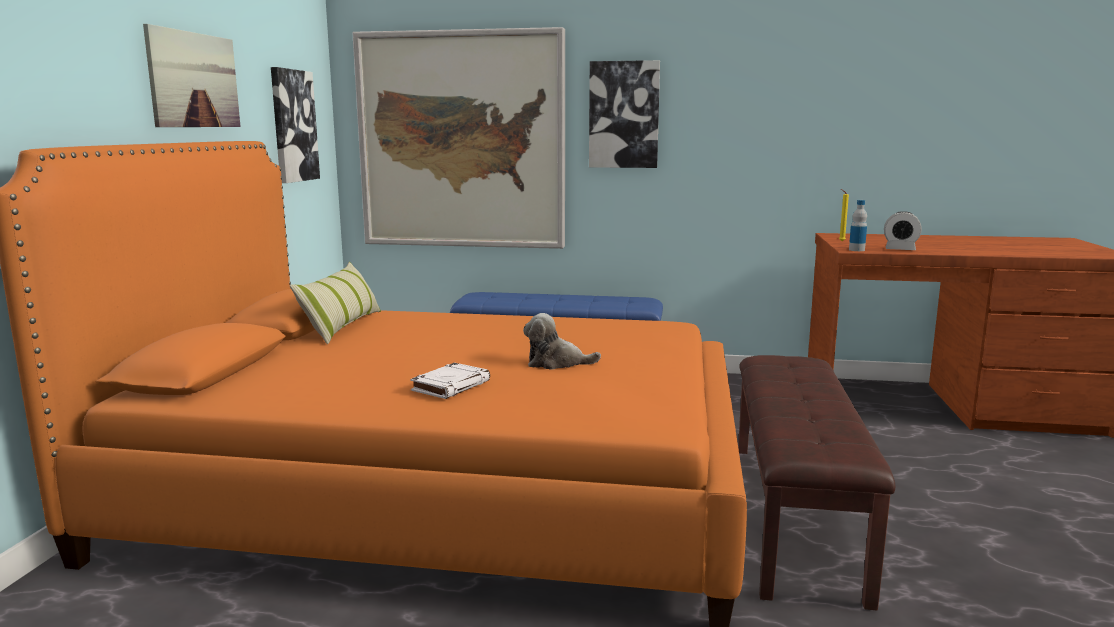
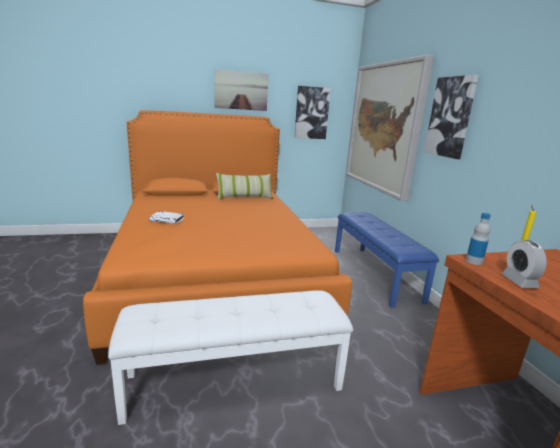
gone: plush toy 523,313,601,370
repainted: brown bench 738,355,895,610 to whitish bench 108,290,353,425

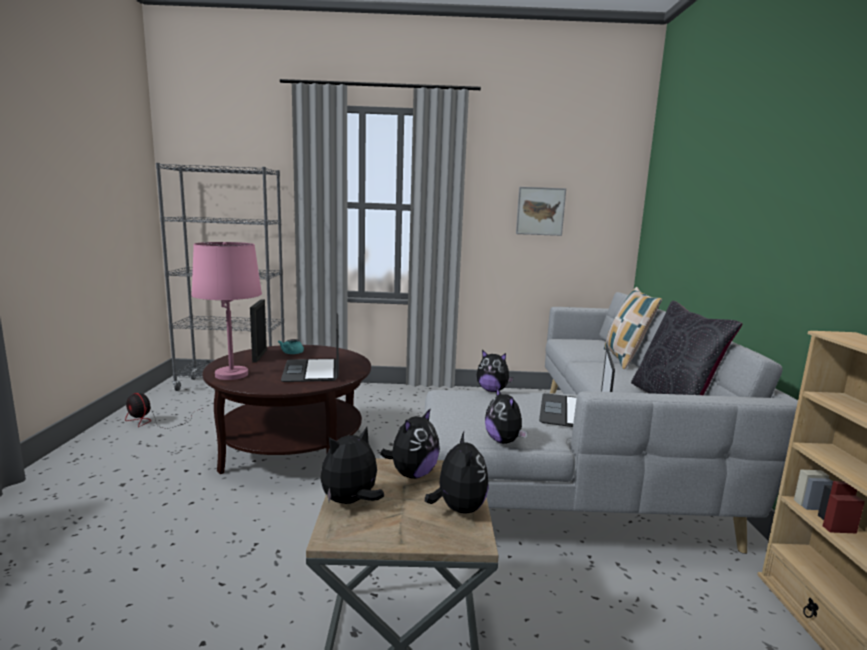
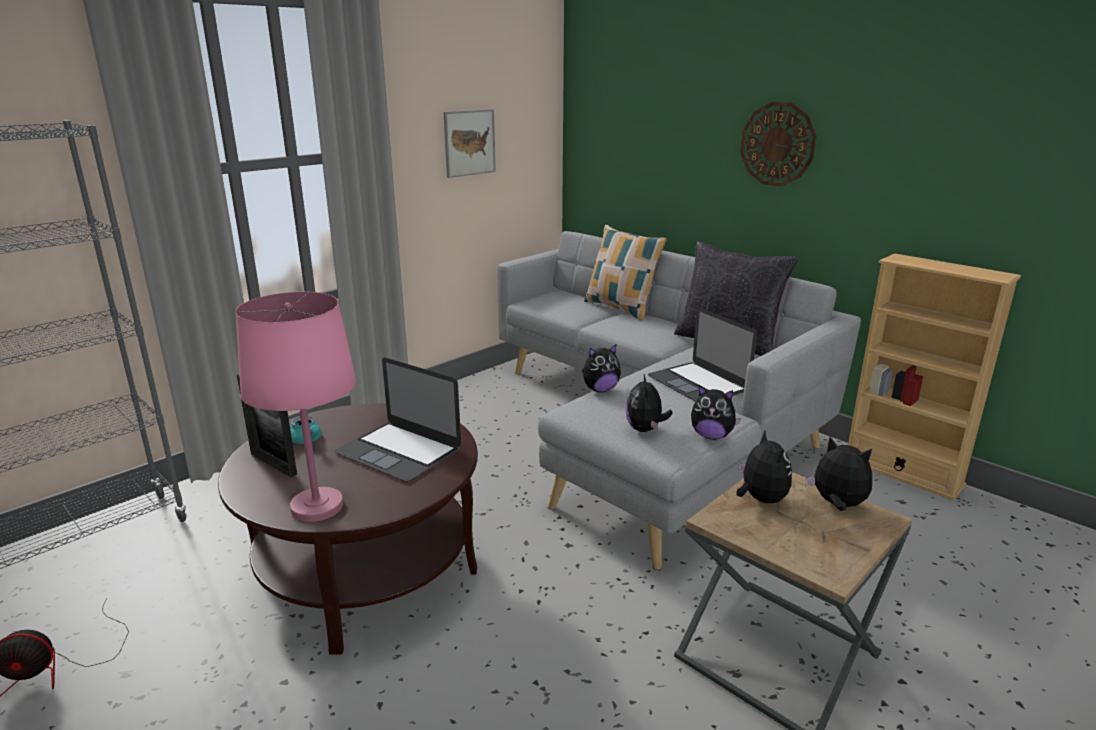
new: wall clock 740,102,817,187
shifted: plush toy 320,427,384,504 to 625,373,673,432

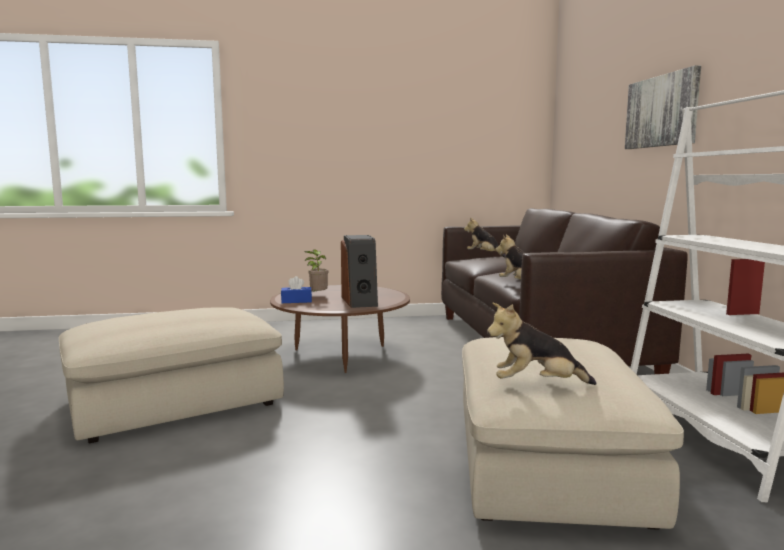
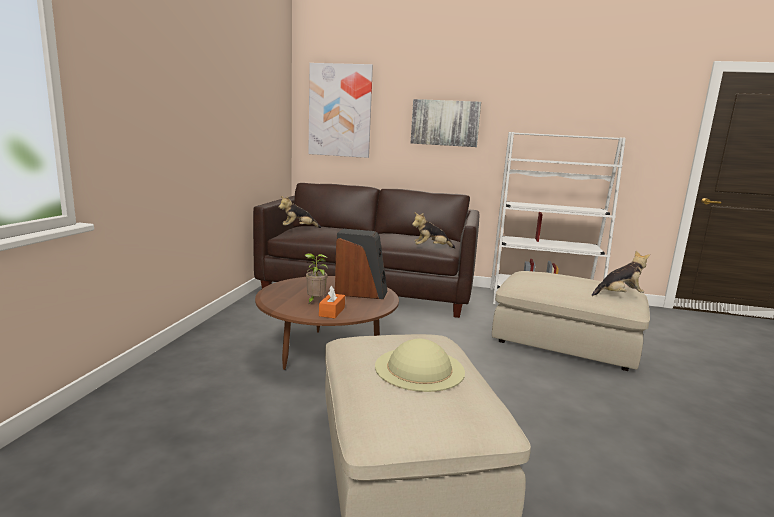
new: wall art 308,63,373,158; sand-coloured hat 375,339,465,392
repainted: blue-coloured tissue holder 281,276,312,303 to orangey tissue holder 319,286,345,318
rotated: plush toy 487,302,597,385 = 592,251,650,296 120 degrees counterclockwise

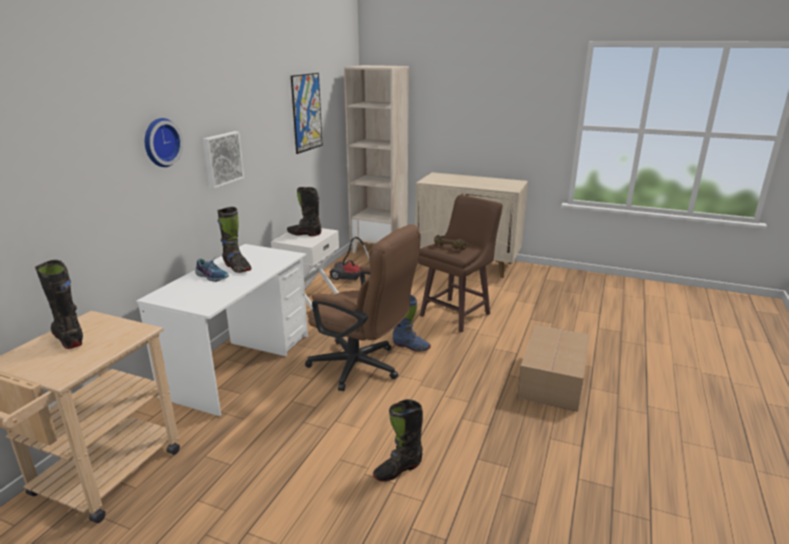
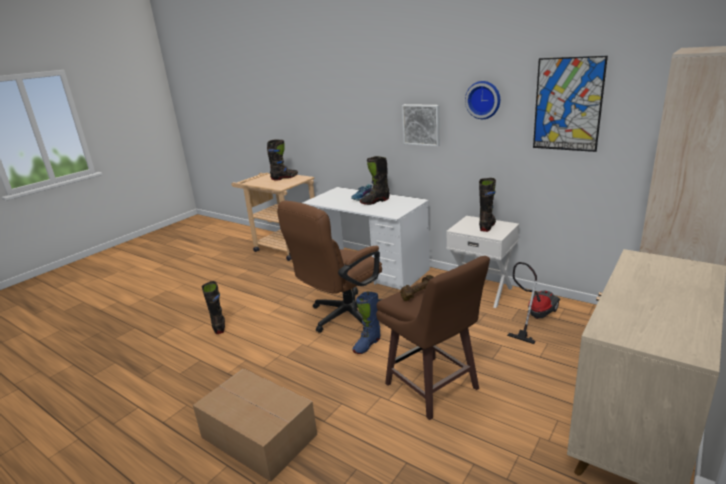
shifted: wall clock 145,118,183,167 to 465,81,500,119

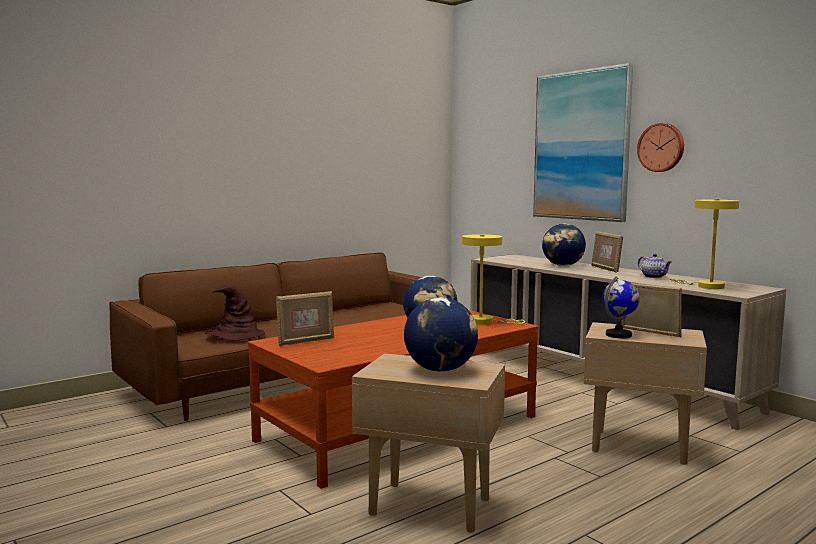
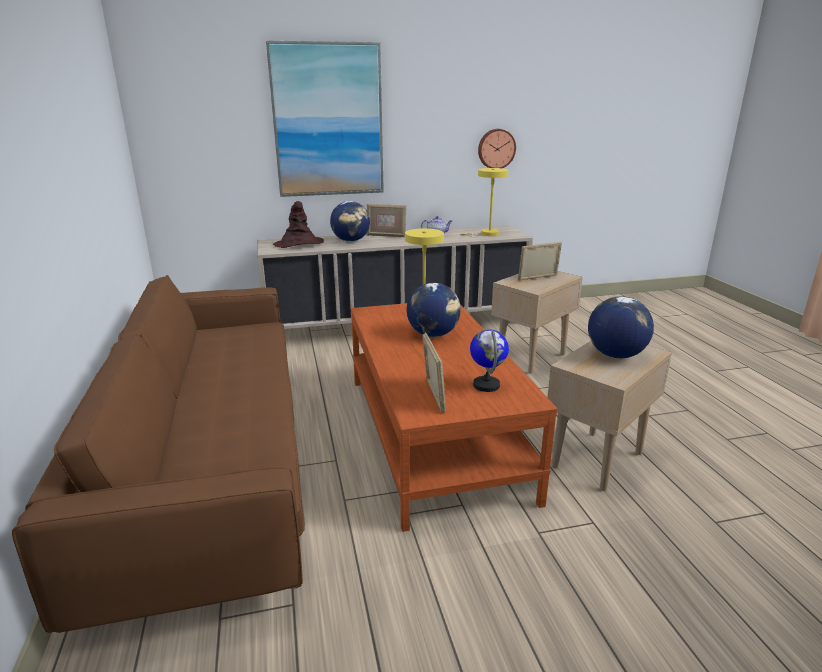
shifted: wall clock 637,123,684,172 to 478,129,516,168; desk globe 603,277,640,338 to 470,329,509,392; brown hat 205,285,265,341 to 273,201,324,248

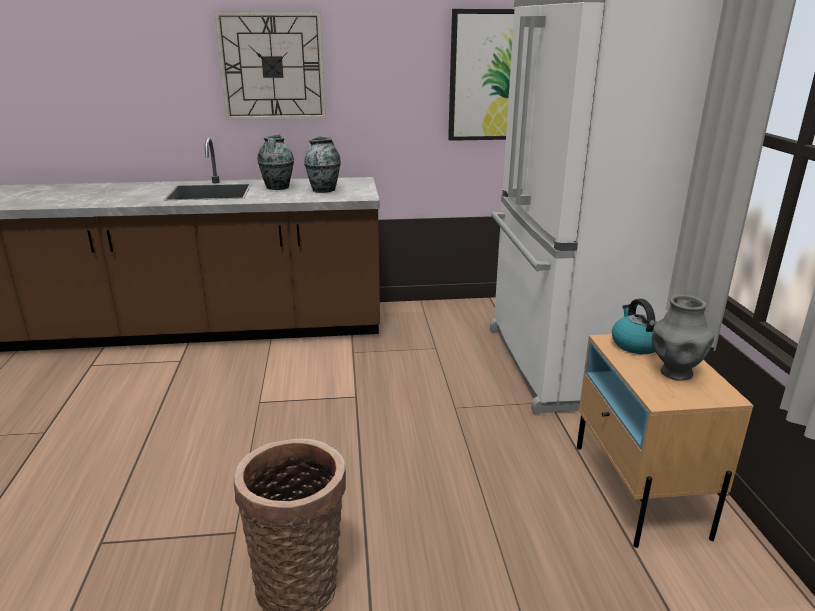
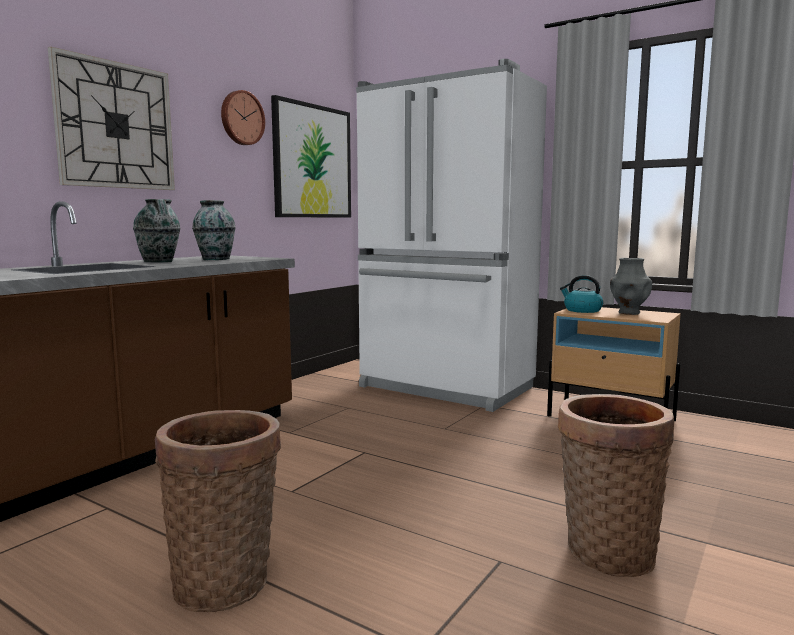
new: wall clock 221,90,265,145; basket 155,410,281,612

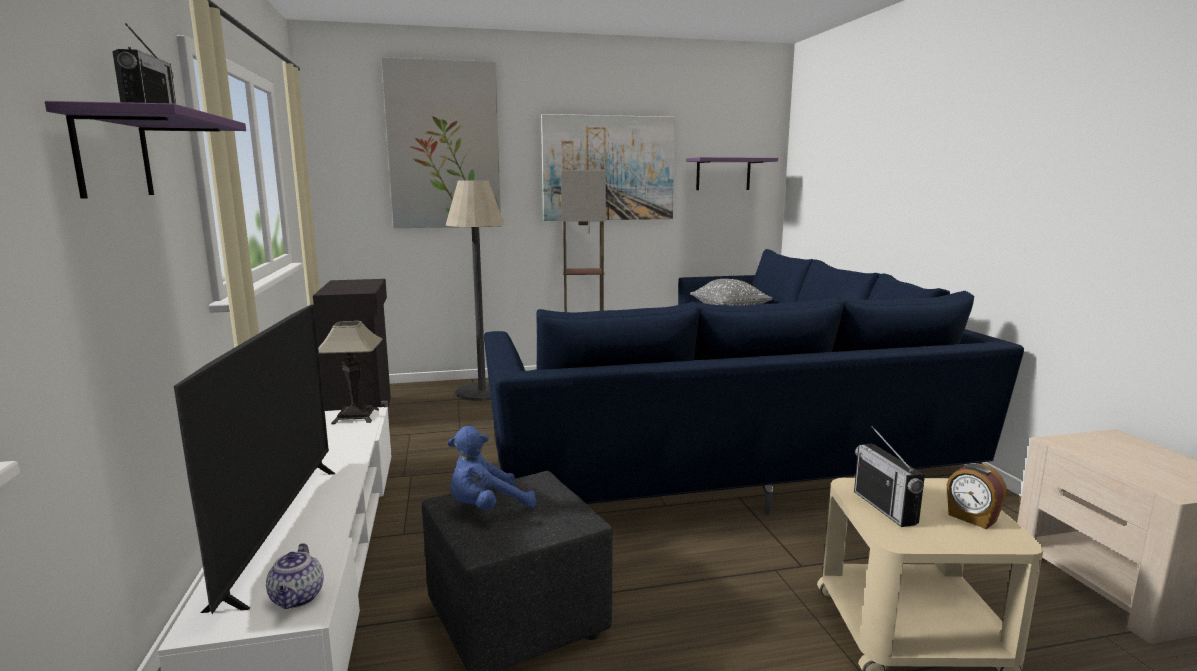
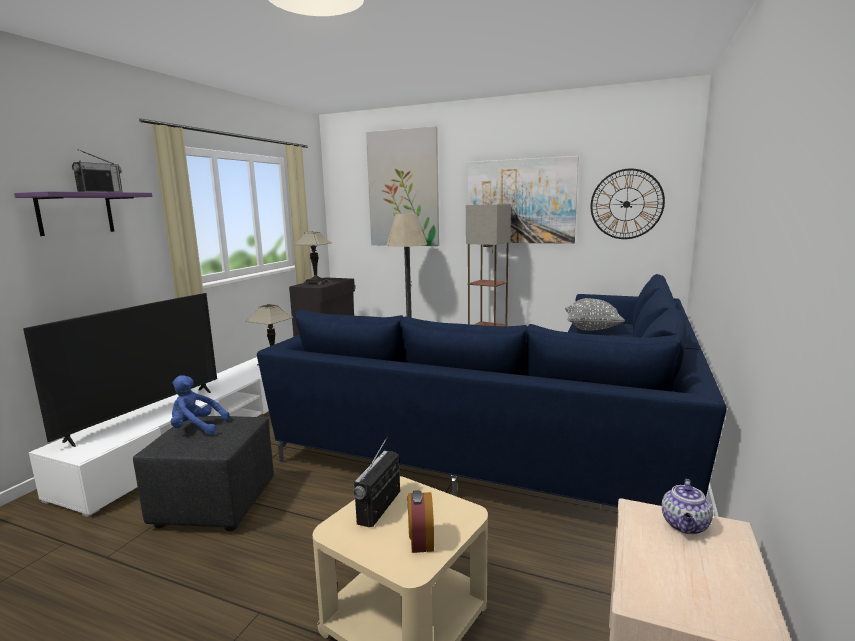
new: lamp for a table 294,231,332,285
shifted: teapot 266,543,324,609 to 662,479,713,534
swapped: purple shelf 686,157,778,190 to wall clock 591,168,665,239

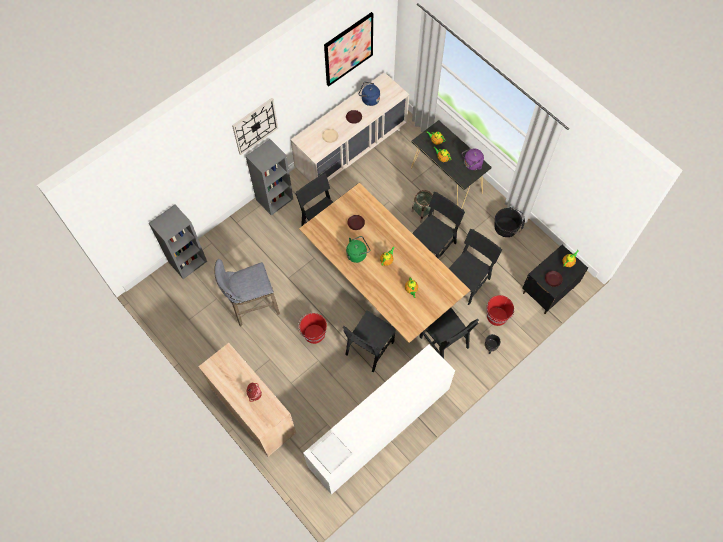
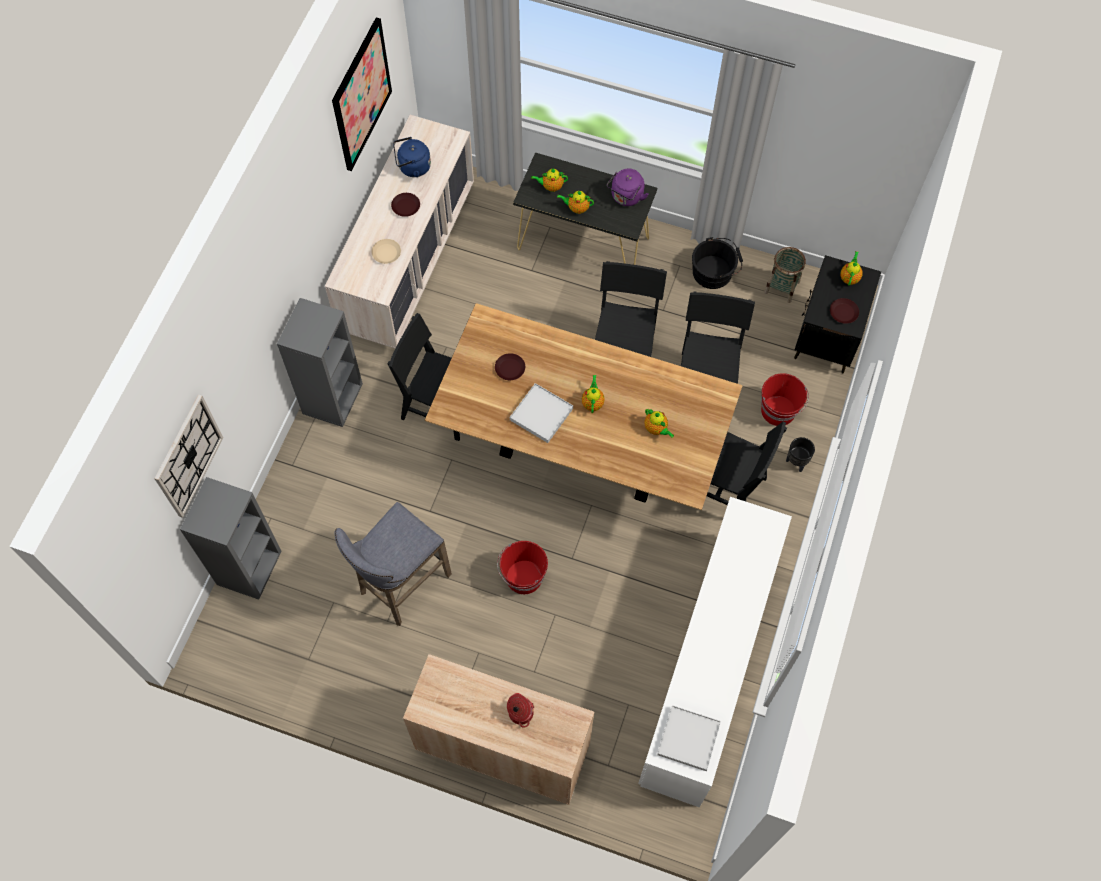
gone: black upright chair 342,310,396,373
shifted: wall clock 232,98,278,155 to 154,394,223,518; basket 411,190,434,223 to 764,247,806,303
swapped: green kettle 346,236,370,263 to whitish tray 510,383,573,443

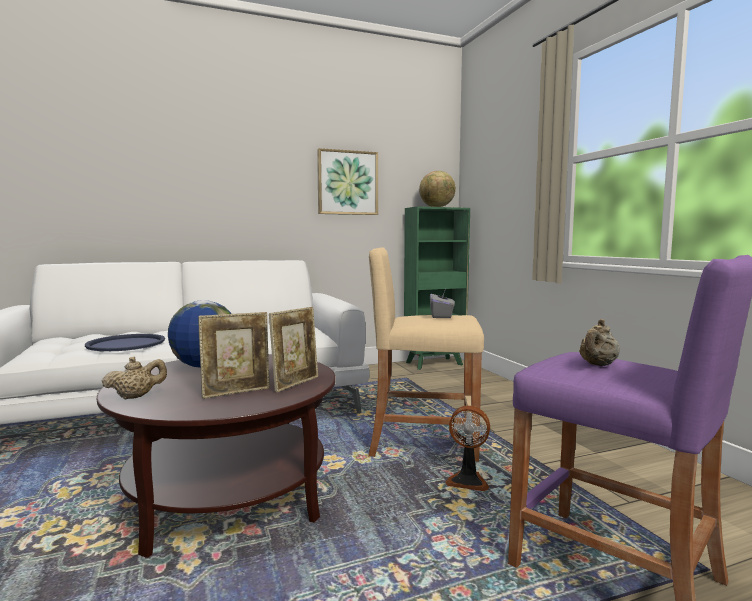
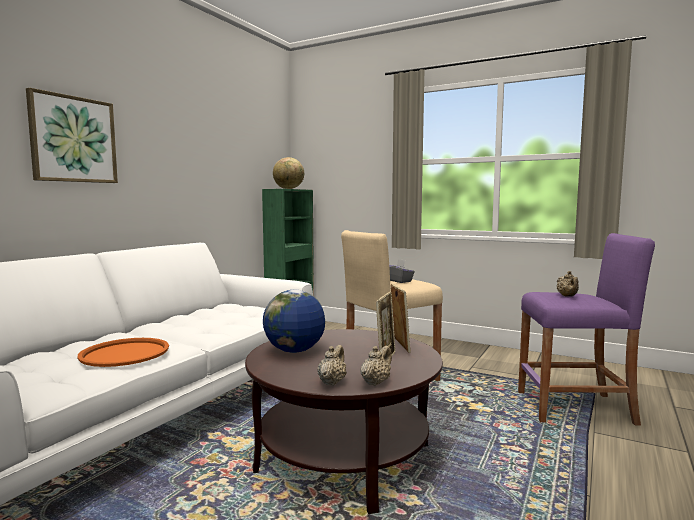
gone: fan 445,405,490,491
new: sand-coloured teapot 360,346,392,386
shifted: wall art 317,148,378,215 to 26,88,118,183
repainted: blue-coloured tray 85,334,165,351 to orangey tray 77,338,169,367

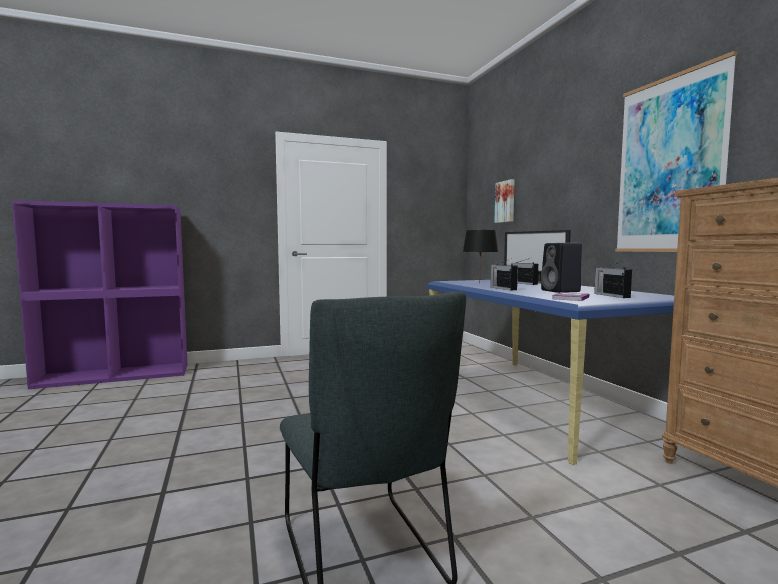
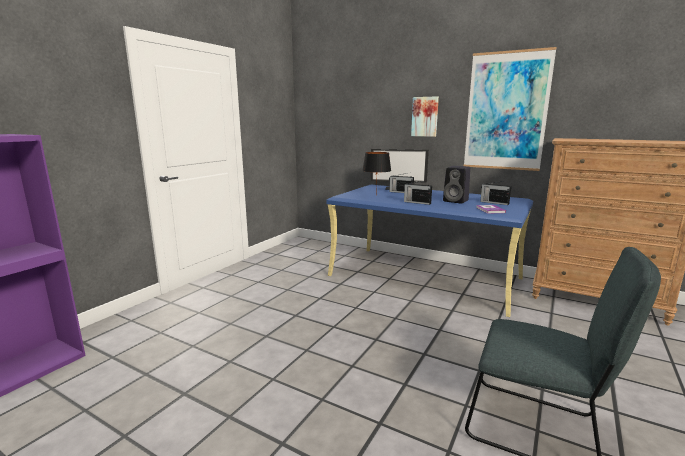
shifted: wall art 494,179,515,223 to 411,96,439,137

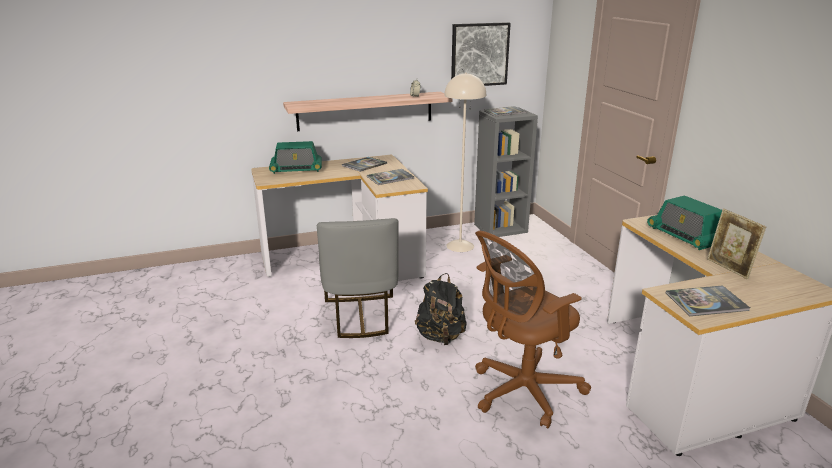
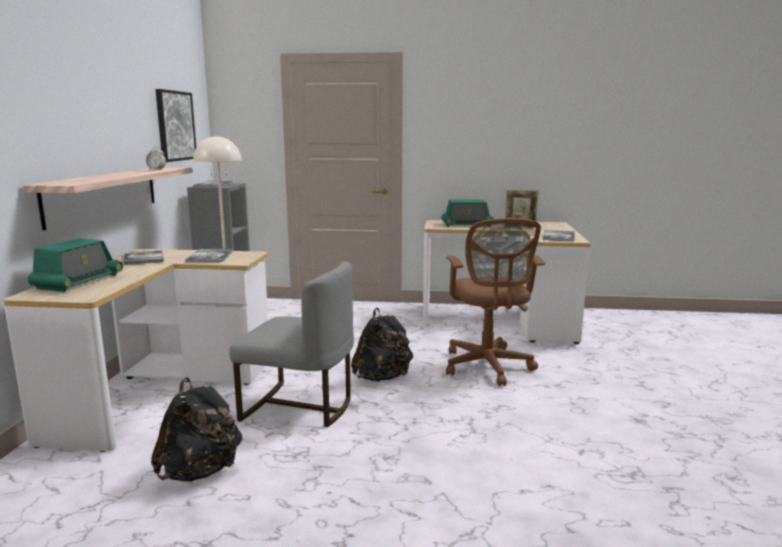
new: black rucksack 151,378,242,482

